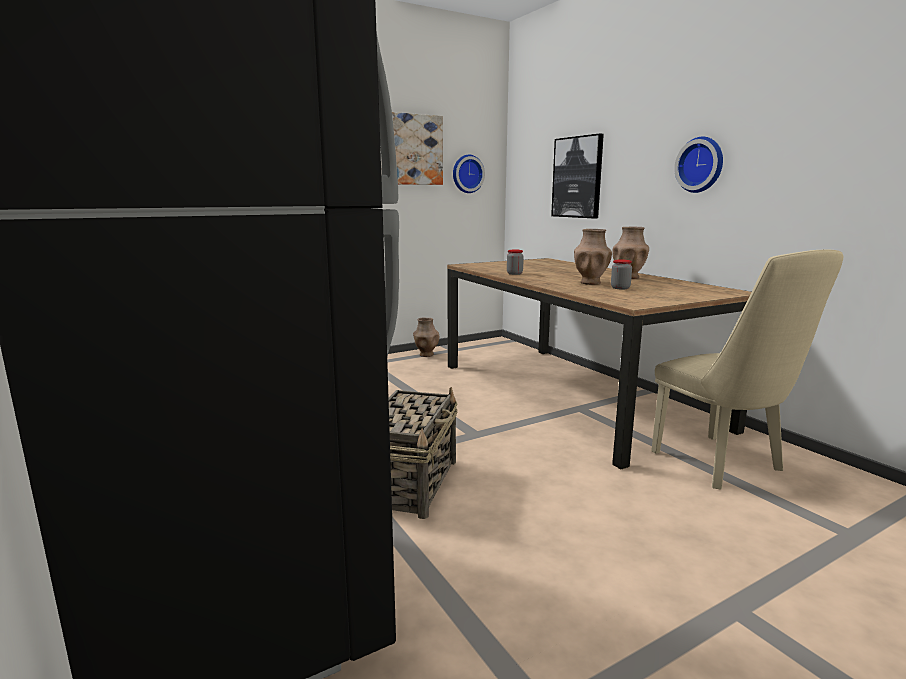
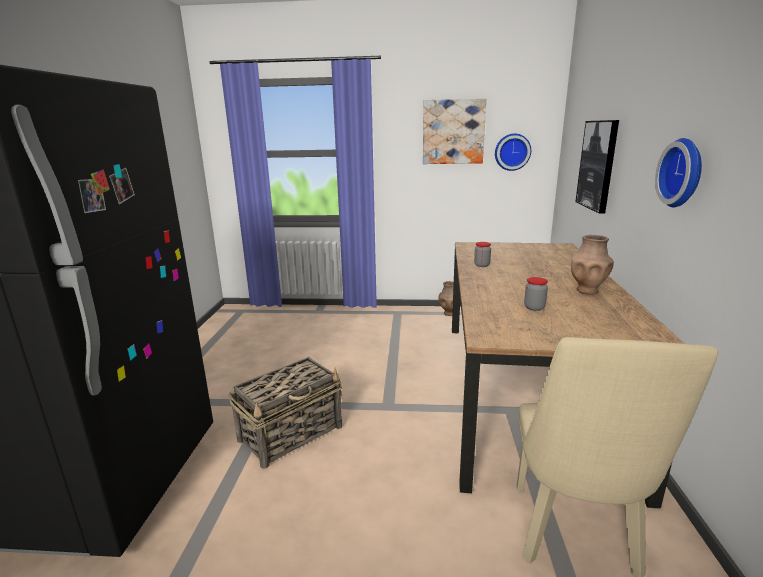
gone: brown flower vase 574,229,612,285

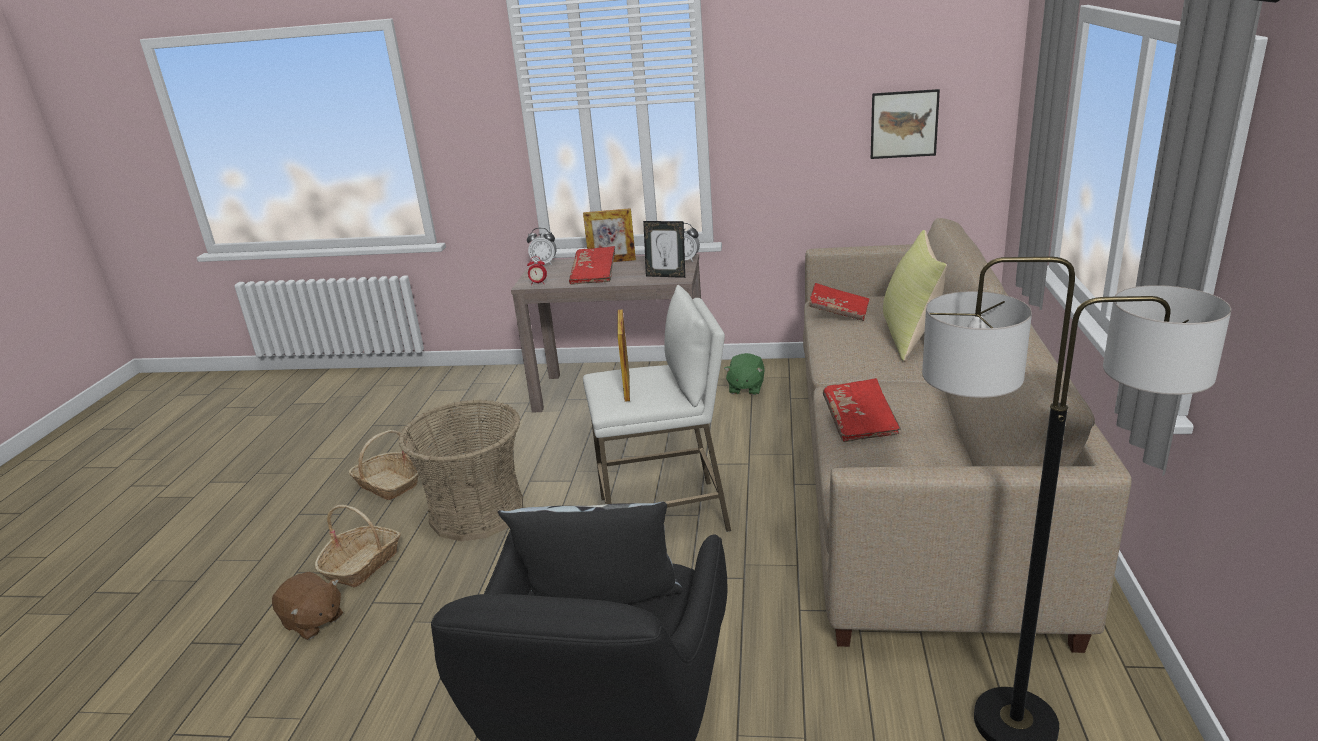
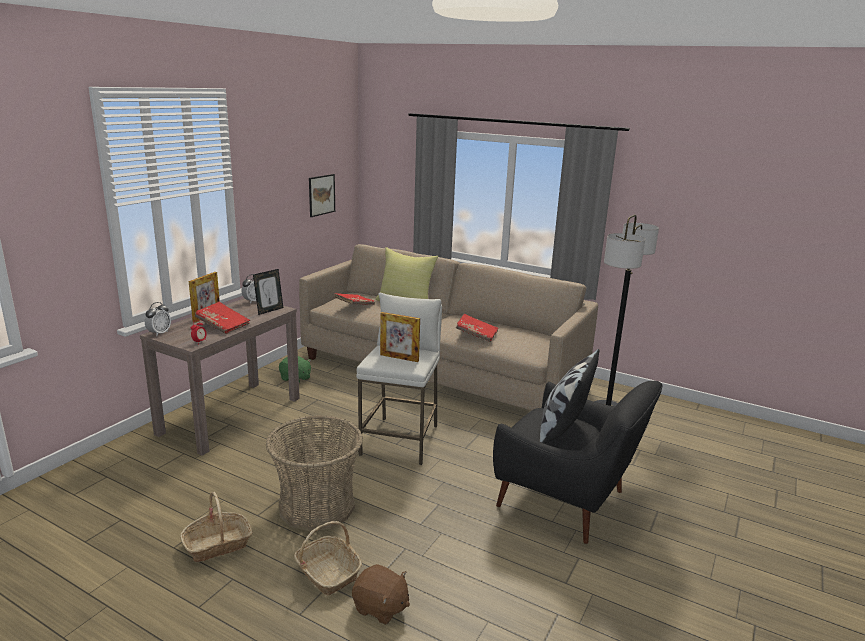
rotated: brown plush toy 272,572,343,640 = 352,564,410,625 60 degrees clockwise

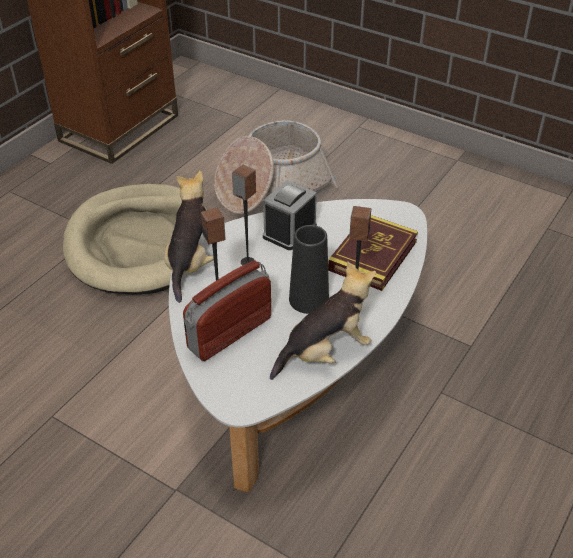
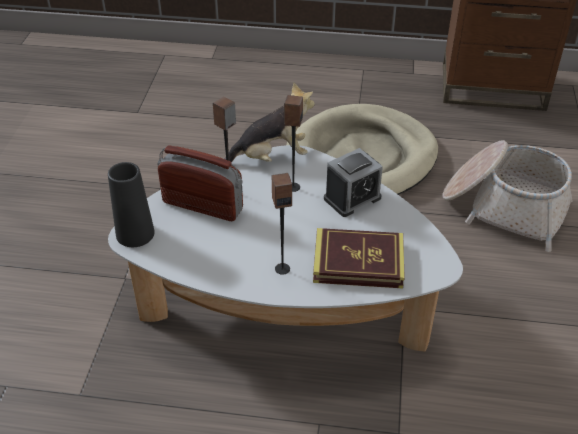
gone: plush toy 270,262,376,380
shifted: black flower vase 289,225,329,314 to 108,162,155,247
rotated: alarm clock 263,180,317,250 = 324,148,383,217 135 degrees clockwise

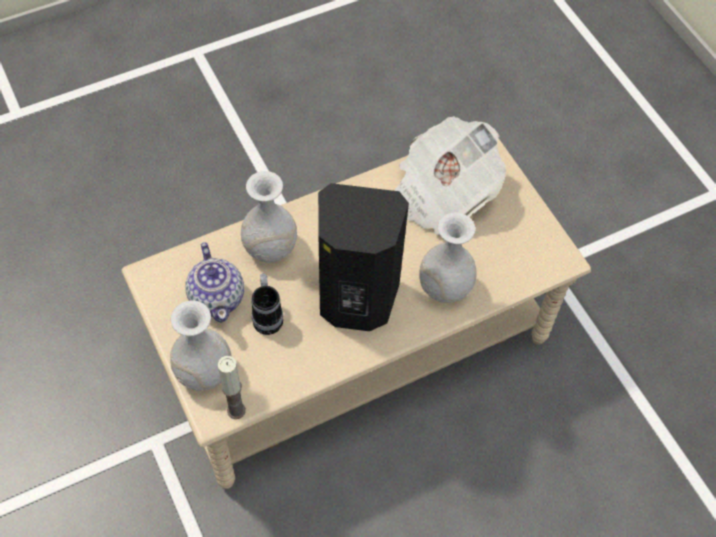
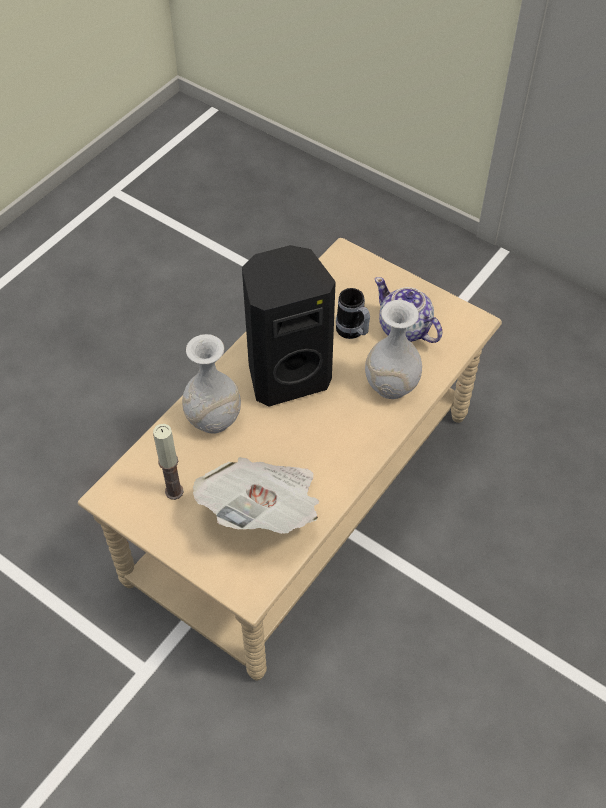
gone: whitish flower vase 170,300,232,391
shifted: wax candle 218,356,246,419 to 153,424,184,500

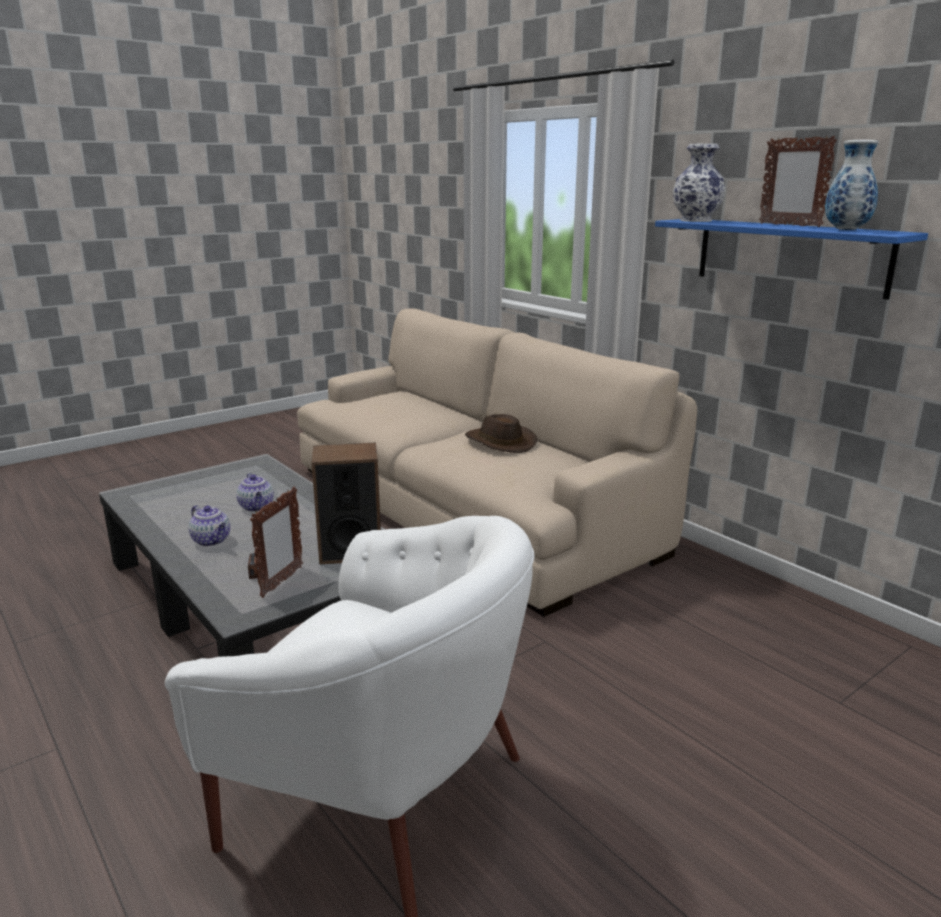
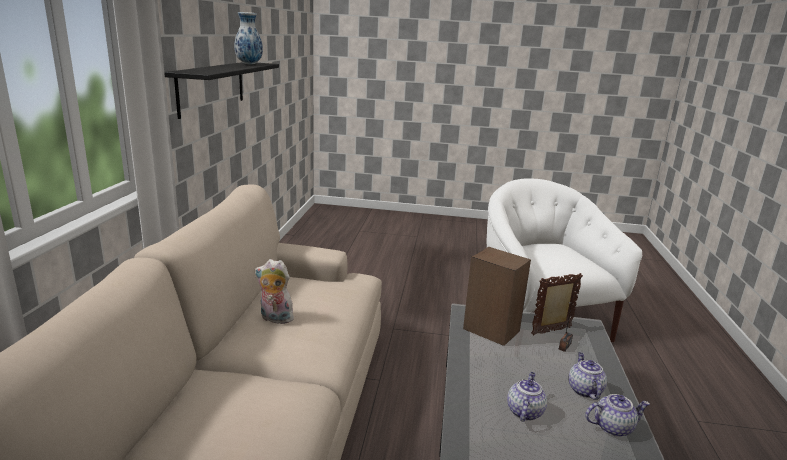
gone: standing frame 759,136,837,227; flower vase 673,143,725,222
new: teapot 585,394,650,437
swapped: brown hat 465,414,537,453 to plush toy 255,259,296,324
repainted: blue-coloured shelf 655,219,928,300 to black shelf 164,62,279,119

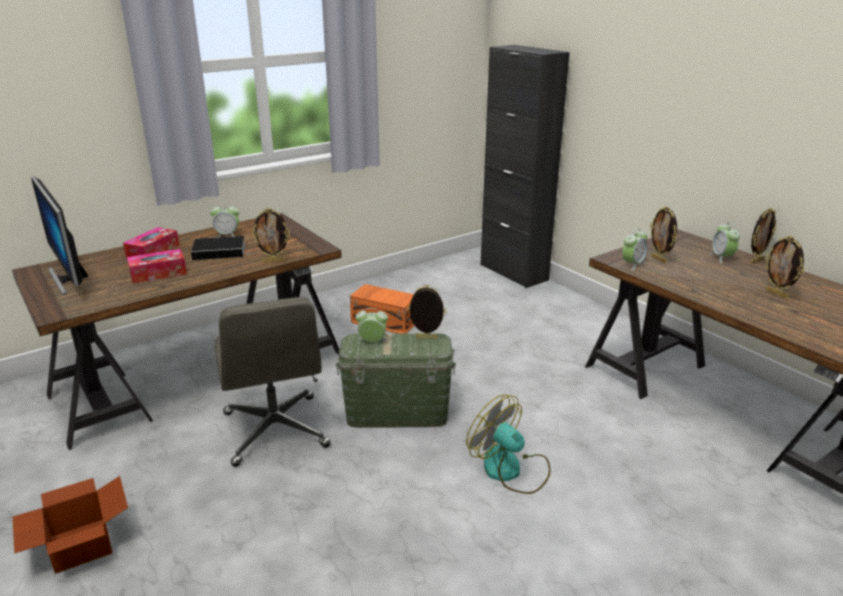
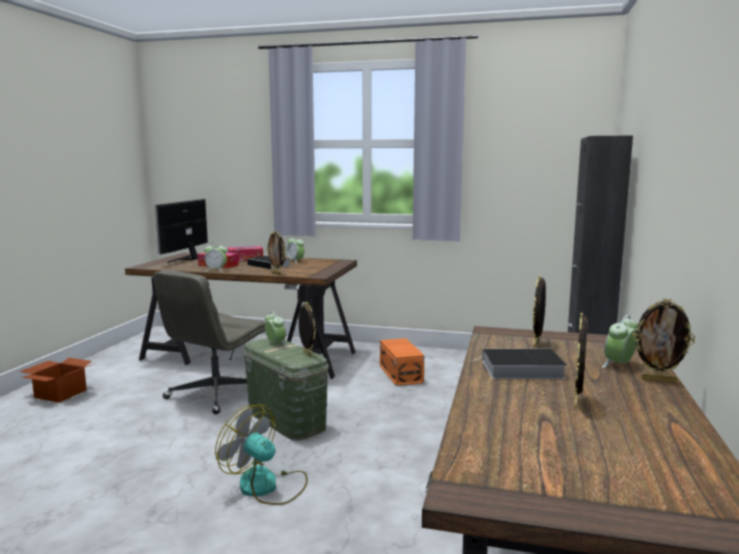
new: bound book 471,349,567,379
shifted: alarm clock 622,228,648,270 to 204,242,227,272
rotated: fan 466,395,551,494 = 215,404,308,505 60 degrees counterclockwise

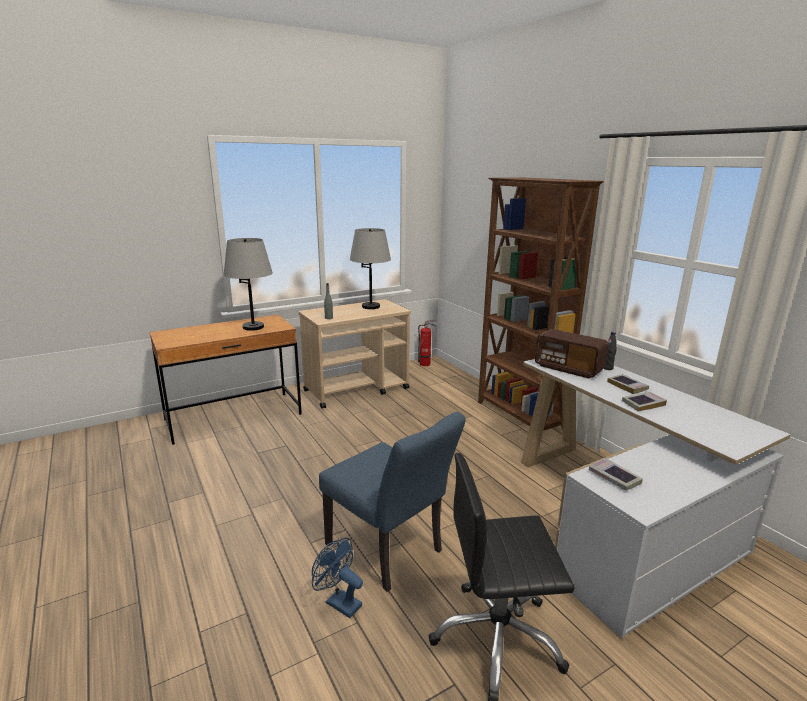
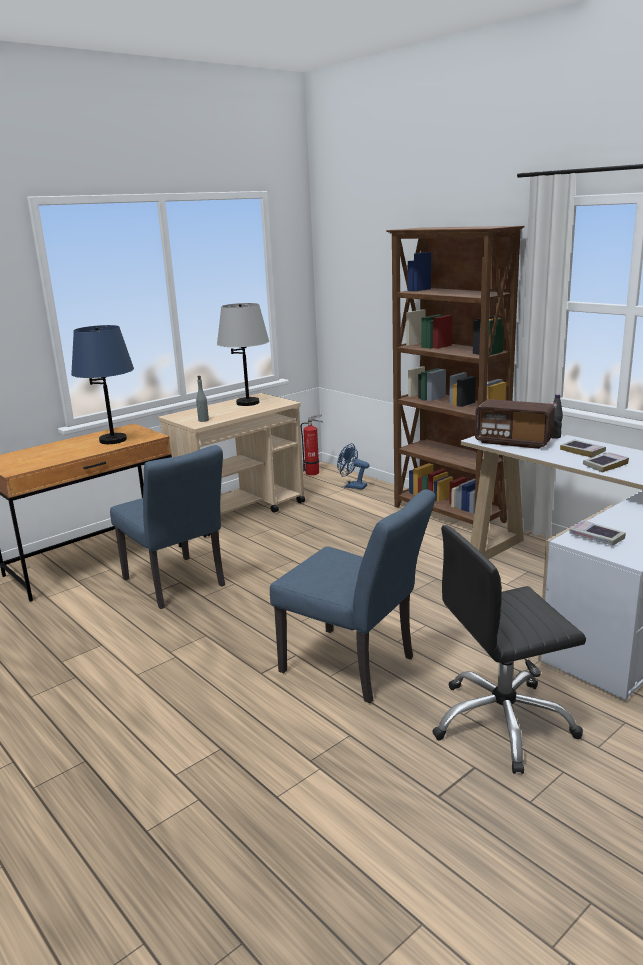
new: blue-coloured upright chair 110,445,225,609
shifted: blue-coloured fan 312,538,363,618 to 337,443,369,490
repainted: grey lamp for a table 224,238,273,331 to blue-coloured lamp for a table 71,325,134,444

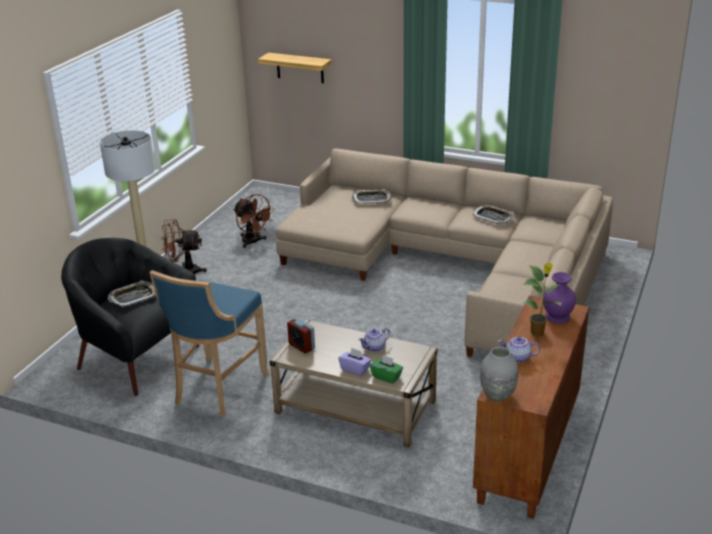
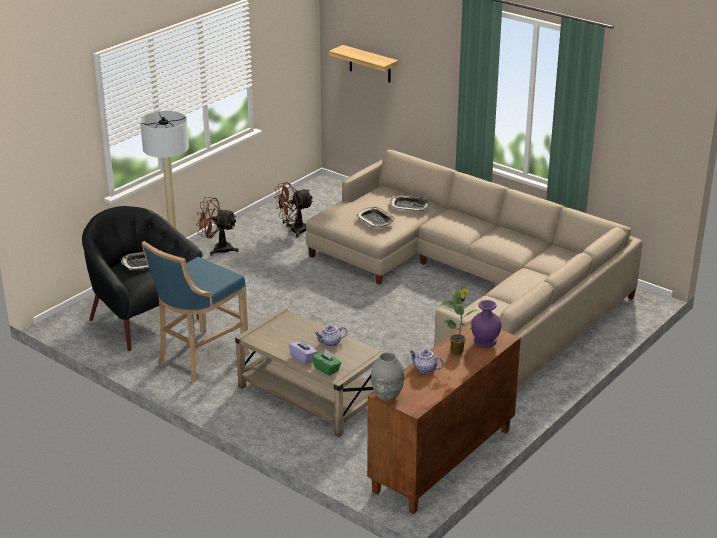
gone: alarm clock 287,318,315,354
shifted: tray 473,205,514,224 to 356,207,396,228
rotated: brown fan 233,194,275,248 = 274,182,313,237 90 degrees clockwise

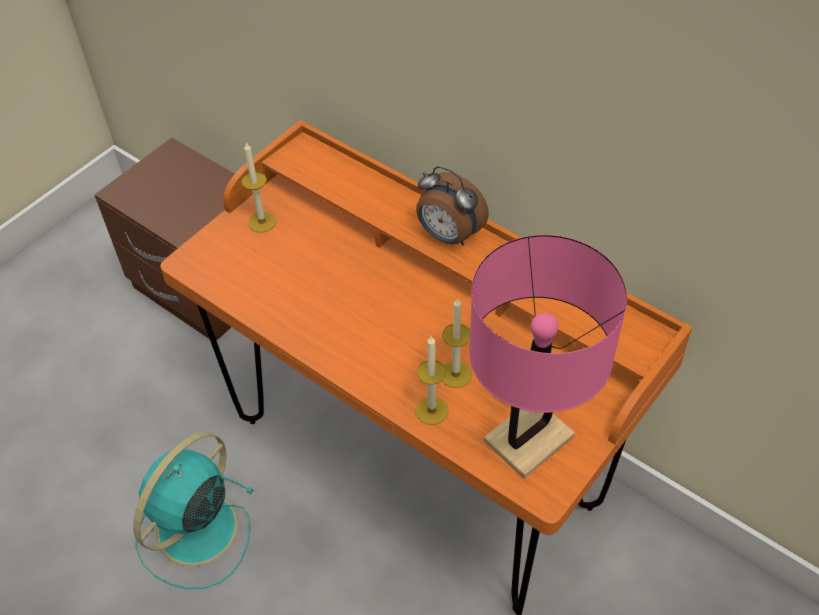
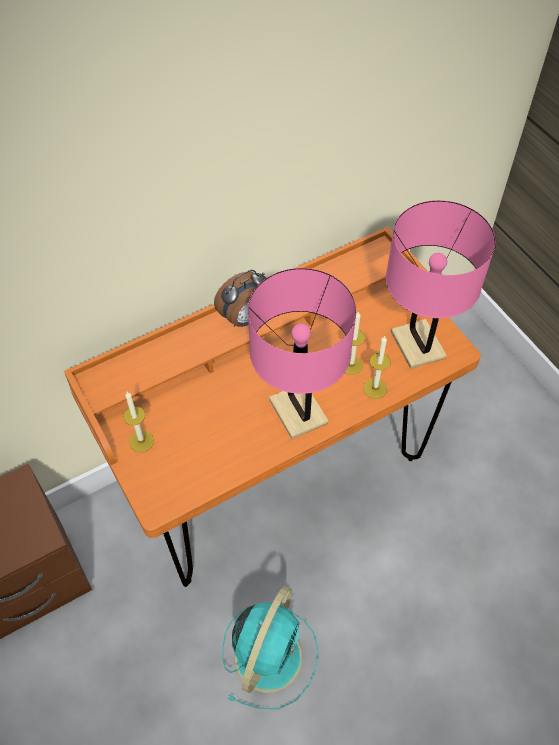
new: pinkish lamp for a table 248,268,356,439
rotated: turquoise fan 133,432,254,589 = 222,586,319,709 120 degrees counterclockwise

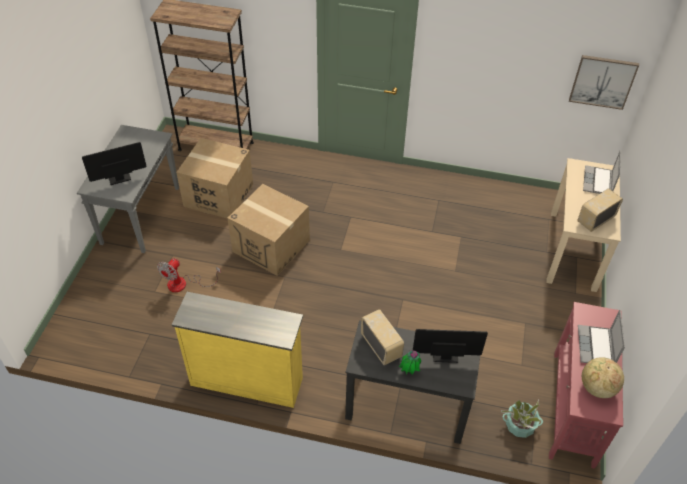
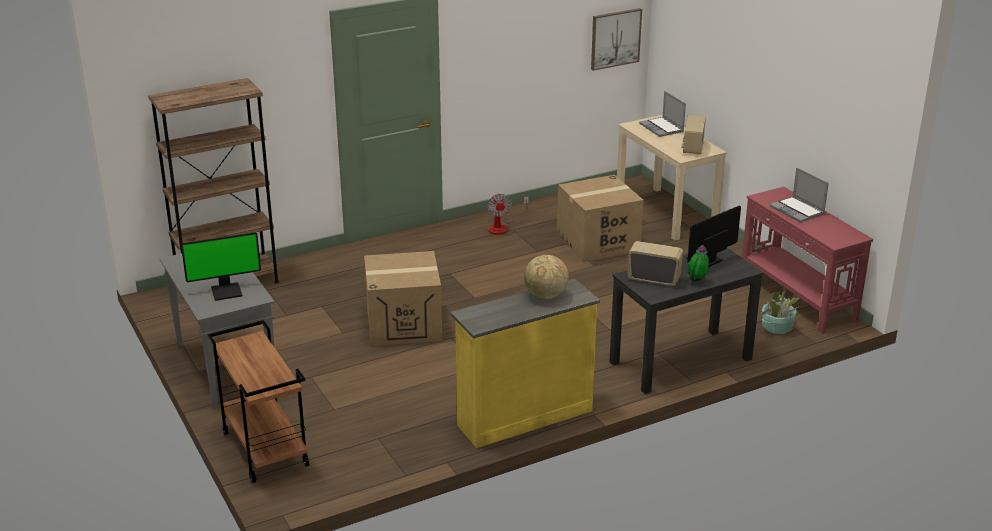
new: brown trolley 207,320,309,483
shifted: carton 176,138,253,218 to 557,175,644,262; fan 157,258,221,292 to 487,193,529,235; desk globe 582,357,624,398 to 524,255,569,299
rotated: computer screen 82,142,147,185 = 181,232,261,301 135 degrees counterclockwise

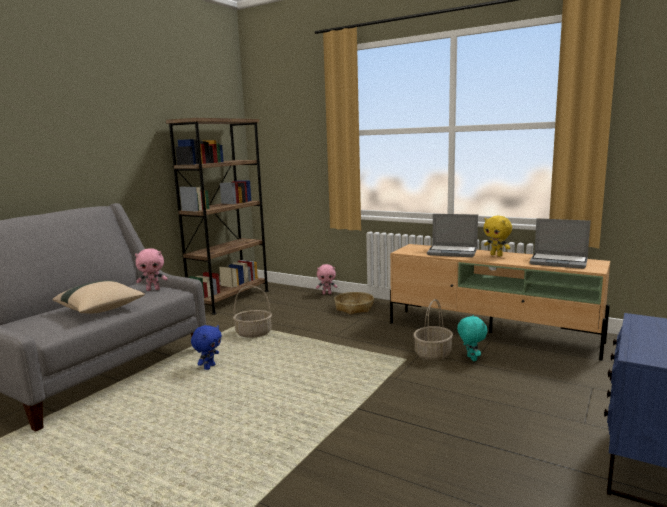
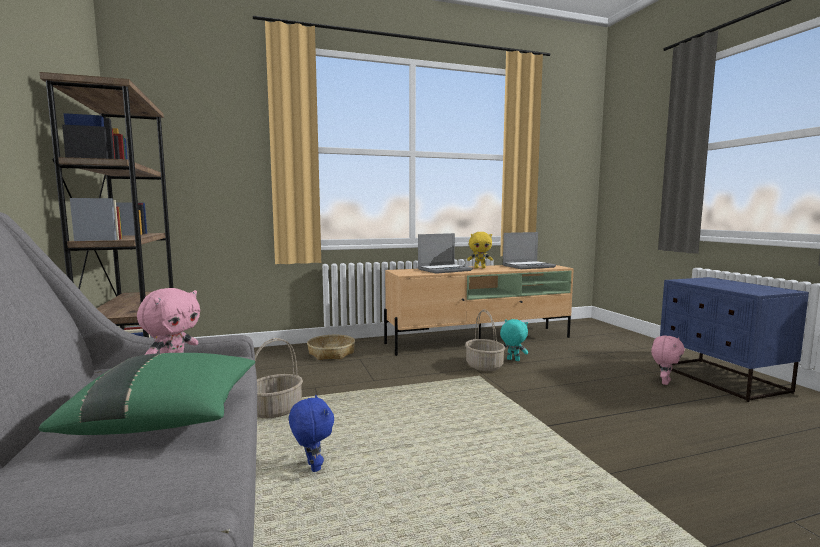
shifted: pinkish plush toy 316,264,337,295 to 651,336,685,385
repainted: sand-coloured throw pillow 52,280,145,313 to green throw pillow 39,353,255,435

